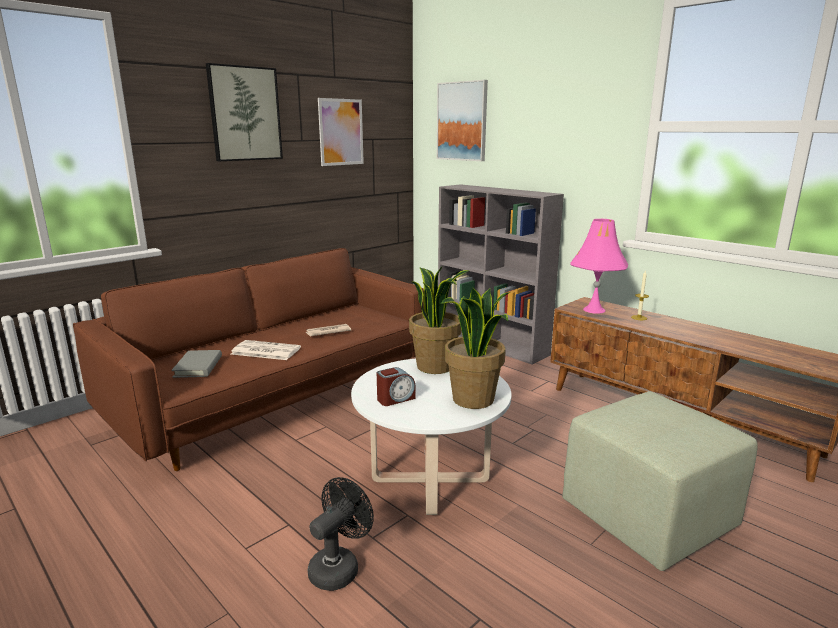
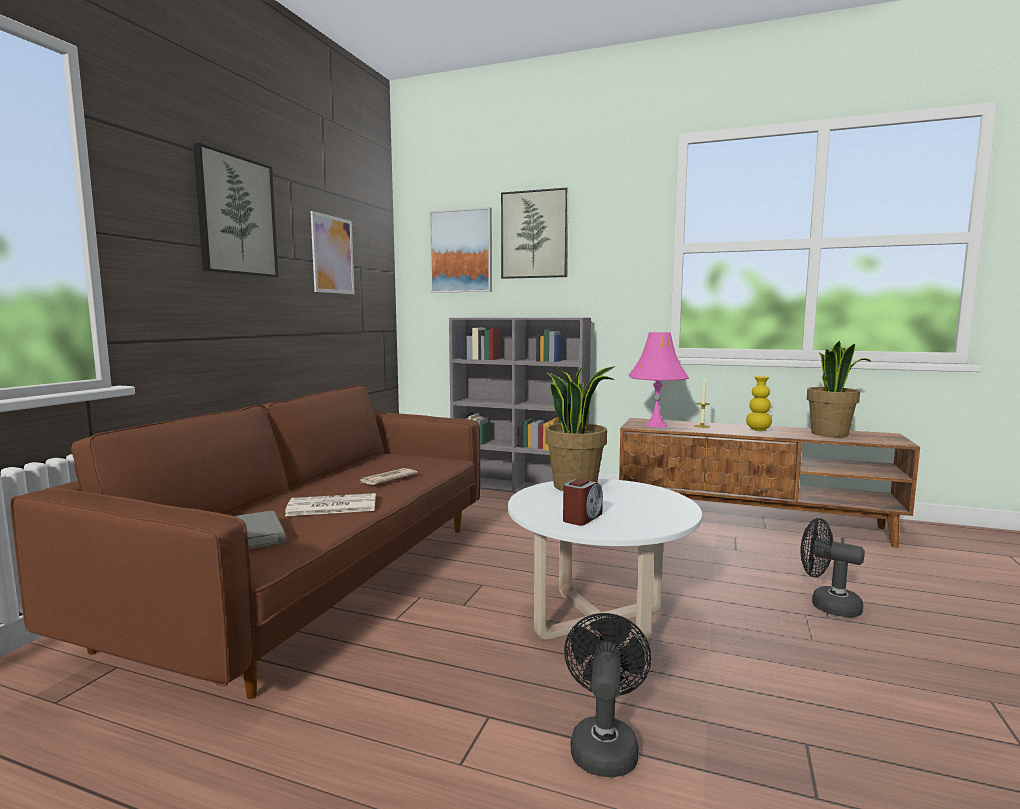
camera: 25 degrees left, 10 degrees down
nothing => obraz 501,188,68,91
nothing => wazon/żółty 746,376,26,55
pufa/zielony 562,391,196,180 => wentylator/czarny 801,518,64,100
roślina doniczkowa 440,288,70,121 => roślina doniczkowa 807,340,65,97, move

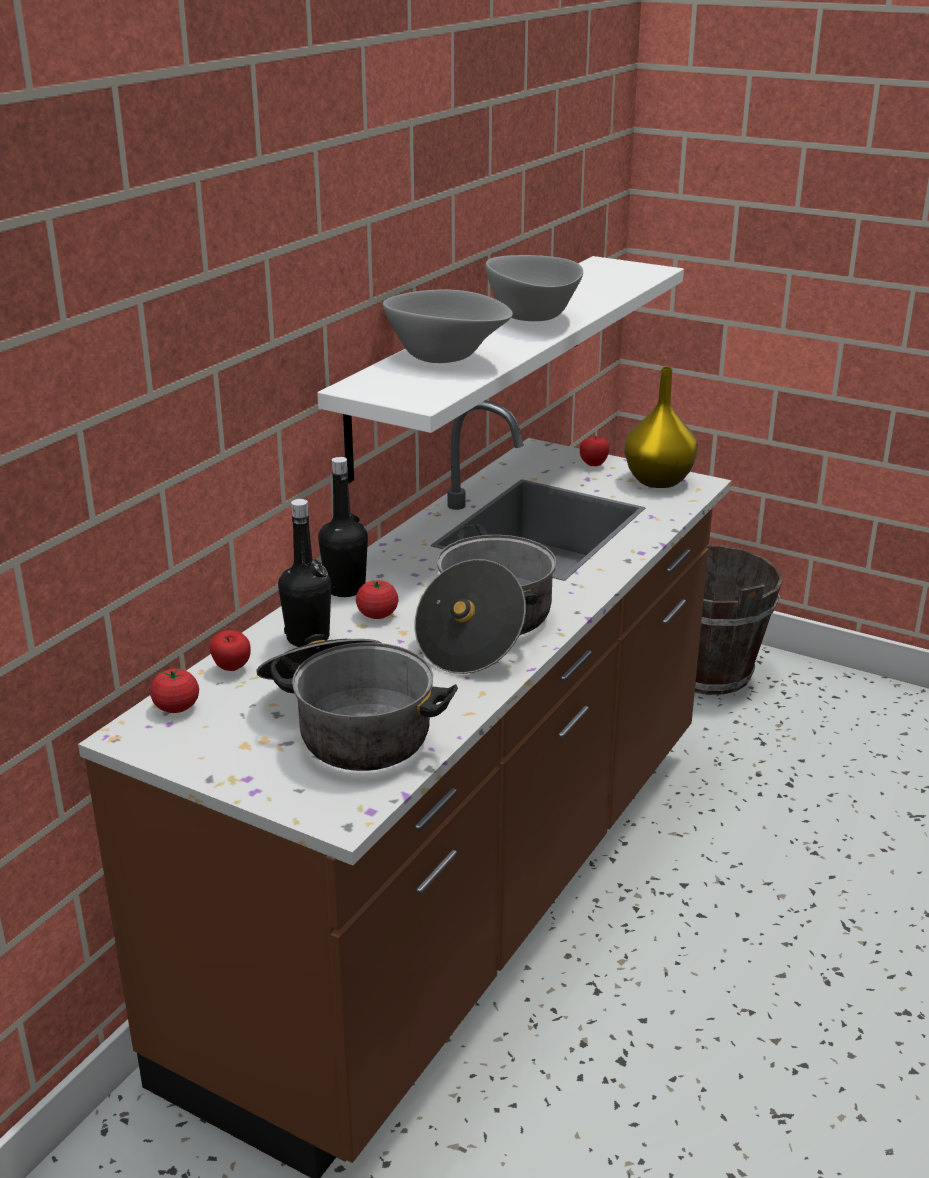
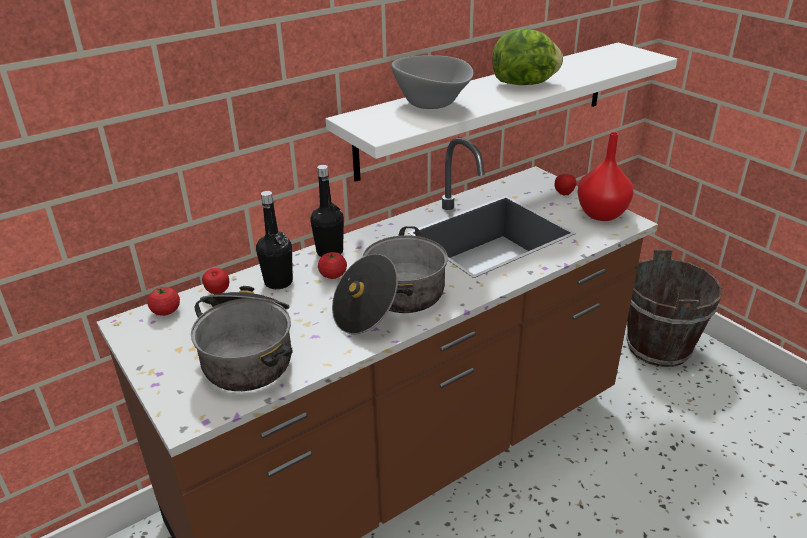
camera: 25 degrees right, 5 degrees up
miska/szary 485,255,98,66 => sałata 493,28,70,57
wazon/żółty 624,367,74,121 => wazon/czerwony 578,132,56,89

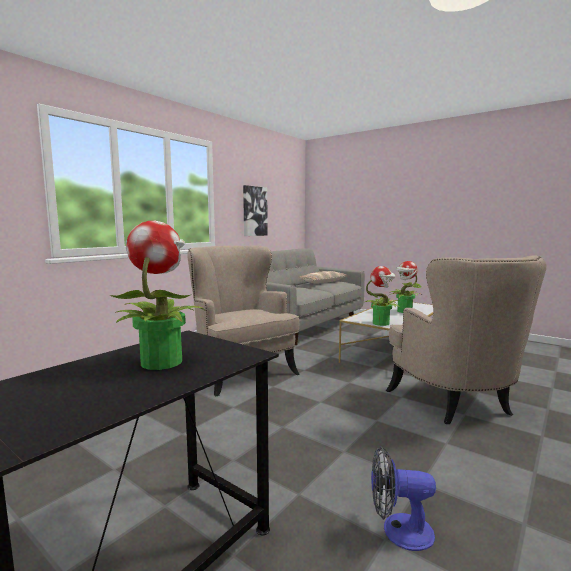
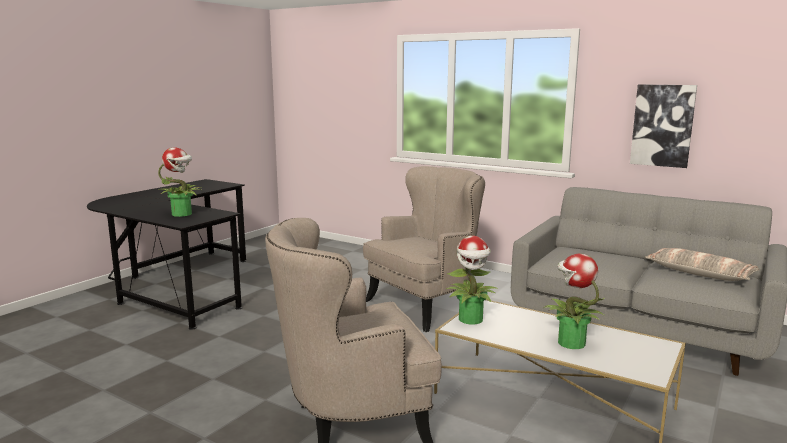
camera: 85 degrees right, 5 degrees up
wentylator 371,446,65,105 => nothing

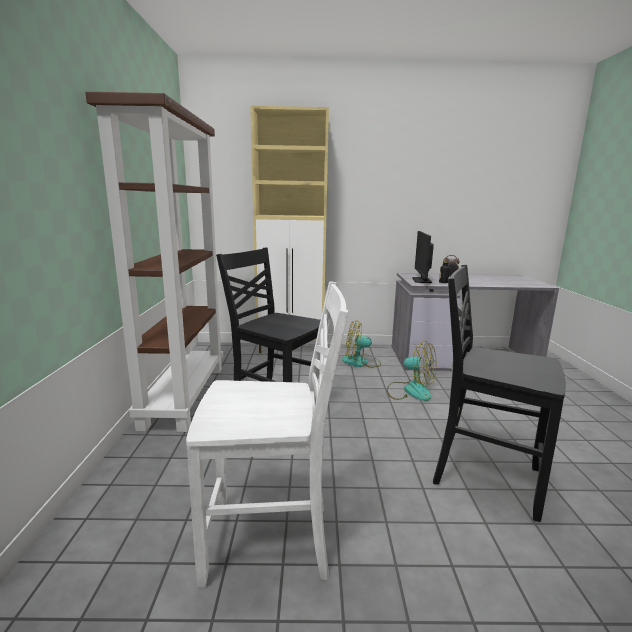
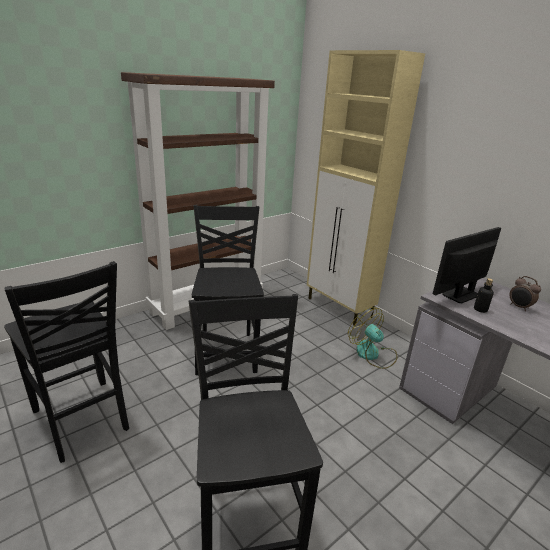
camera: 50 degrees right, 10 degrees up
krzesło/biały 186,281,162,307 => krzesło/czarny 4,261,125,202
wentylator 387,341,49,60 => nothing

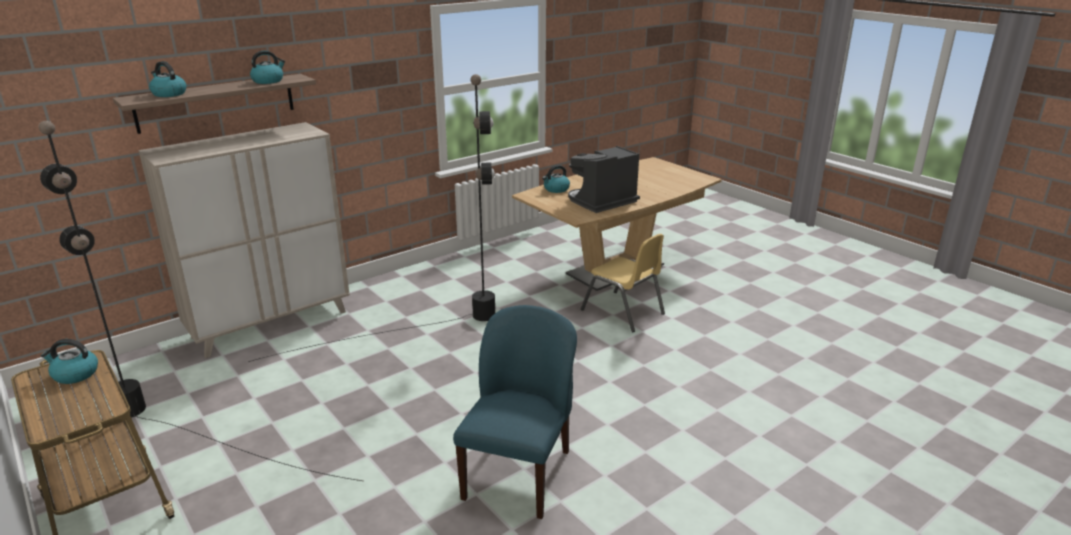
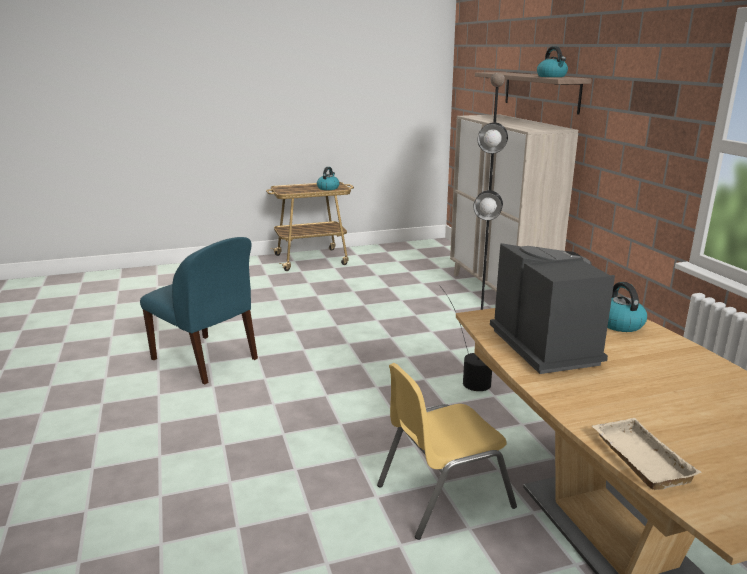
camera: 110 degrees right, 5 degrees down
nothing => taca/beżowy 592,418,110,72
lampa stojąca/czarny 39,121,324,360 => nothing
czajnik 149,61,37,36 => nothing

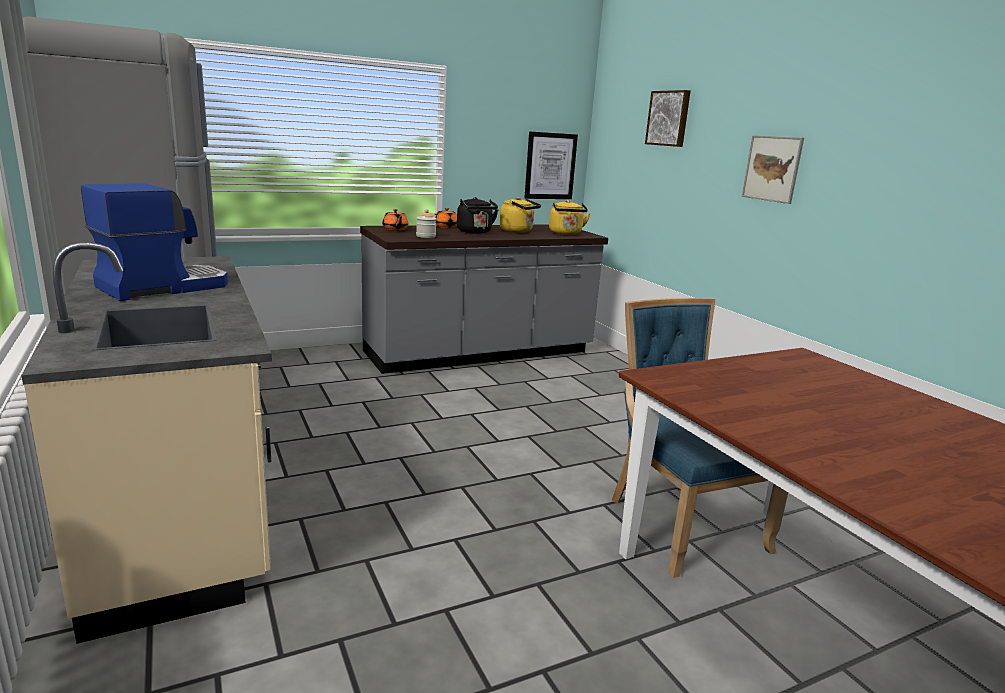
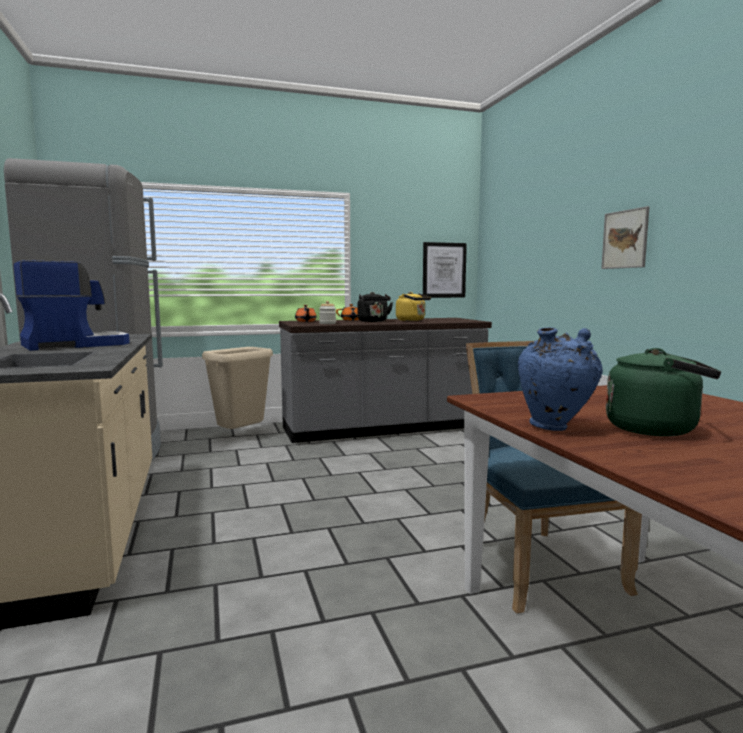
camera: 10 degrees right, 10 degrees down
nothing => kosz na śmieci/beżowy 202,347,71,82
nothing => wazon/niebieski 518,327,85,104
nothing => czajnik/zielony 606,348,115,88
czajnik/żółty 549,200,41,35 => nothing
obraz 645,90,46,57 => nothing

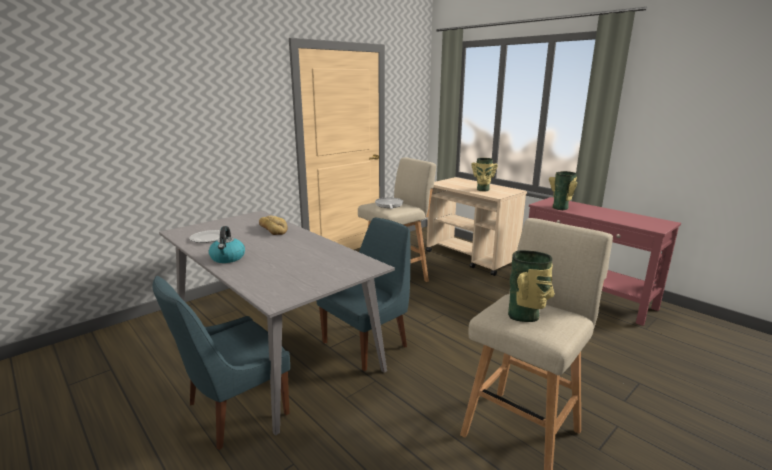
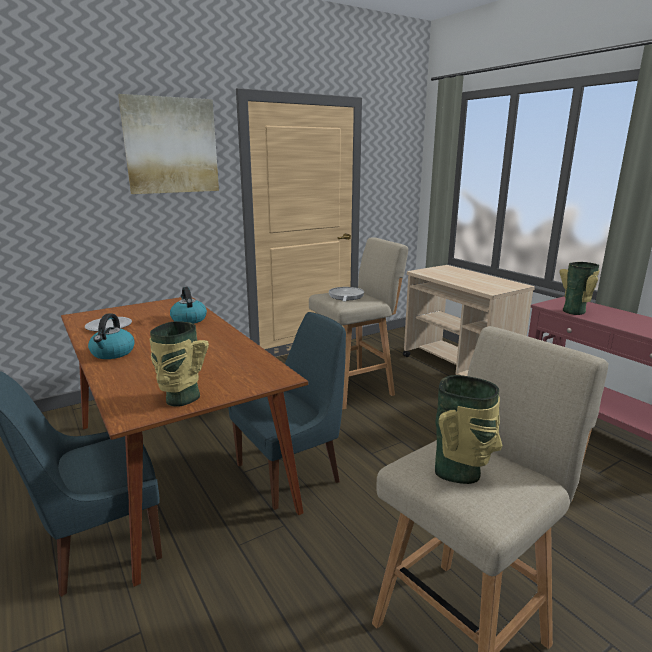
camera: 10 degrees right, 0 degrees up
stół jadalny/szary 159,211,236,225 => stół jadalny/brązowy 61,297,247,290
nothing => obraz 118,94,101,100
wazon 471,158,27,33 => wazon 150,321,59,86, move
chleb 259,215,29,20 => czajnik 170,287,37,37

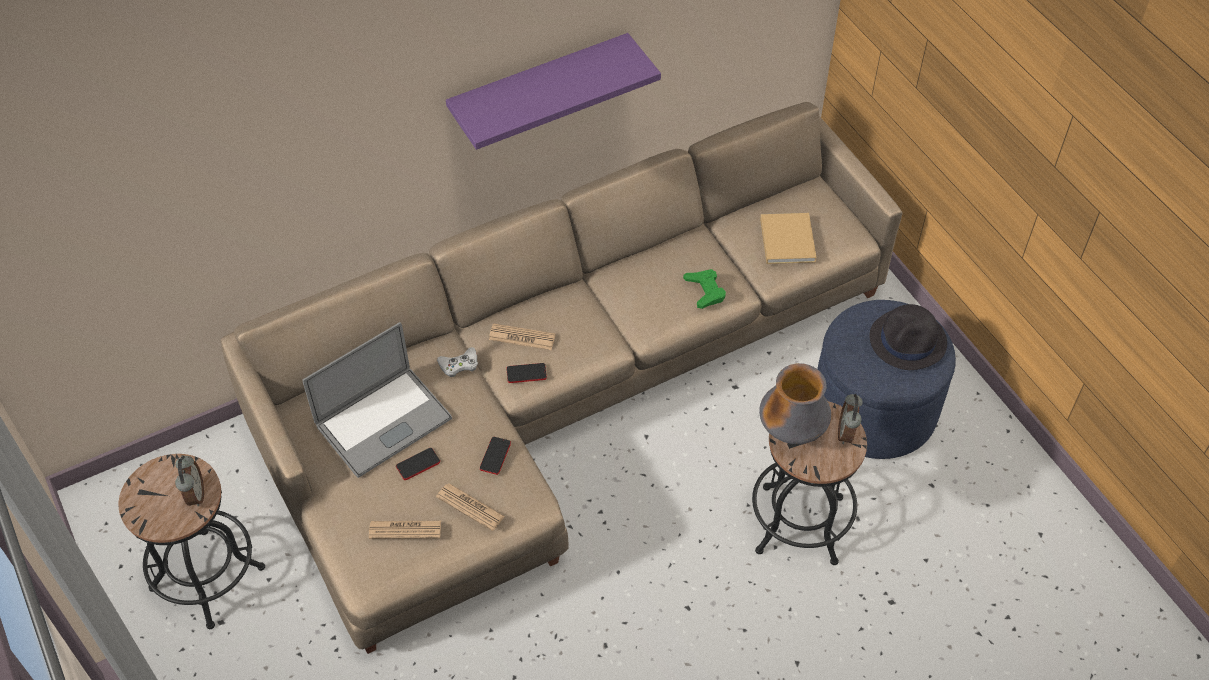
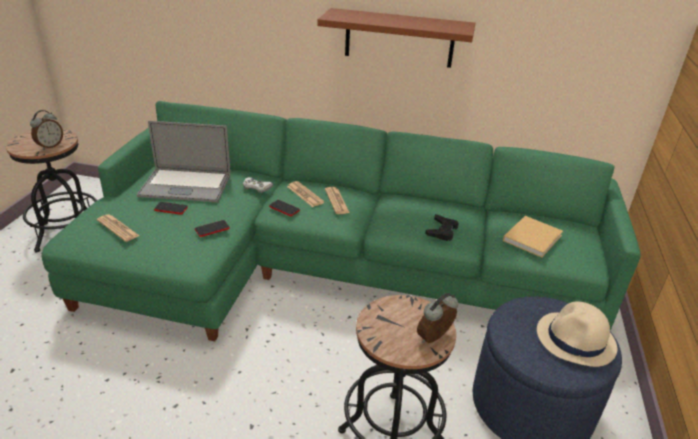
camera: 40 degrees right, 20 degrees down
kanapa/beżowy 221,102,682,552 => kanapa/zielony 42,101,599,240
półka/fioletowy 446,33,215,117 => półka/brązowy 317,8,158,60
gazeta 436,483,69,48 => gazeta 325,187,25,27, move
pad do gier/zielony 683,269,43,40 => pad do gier/czarny 425,214,34,27
kapelusz/czarny 870,304,77,66 => kapelusz/beżowy 537,301,80,66
wazon 759,363,72,81 => nothing

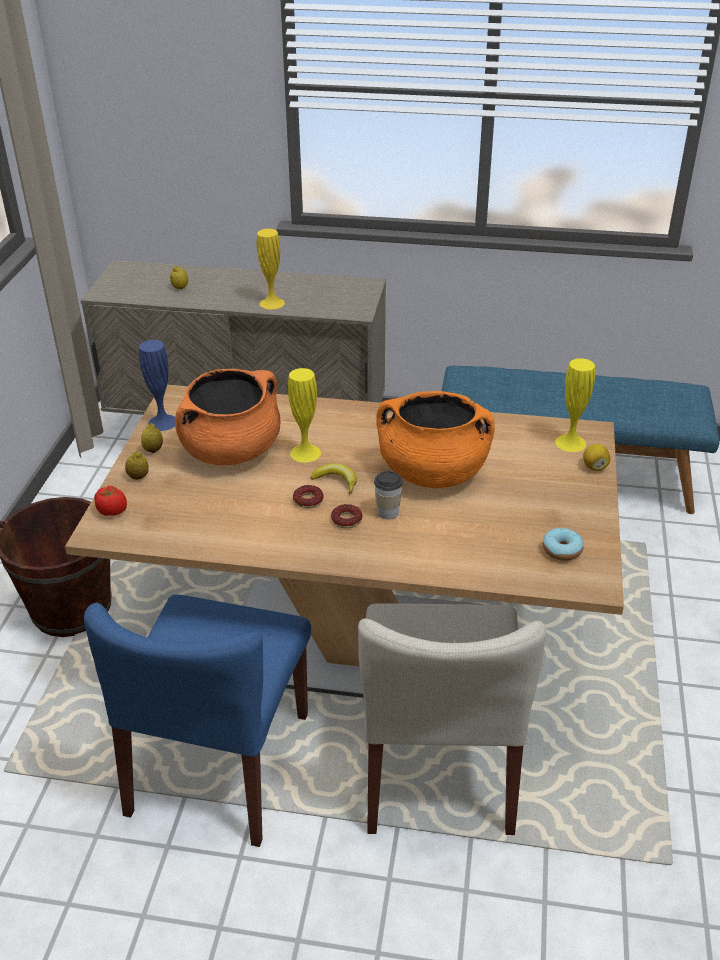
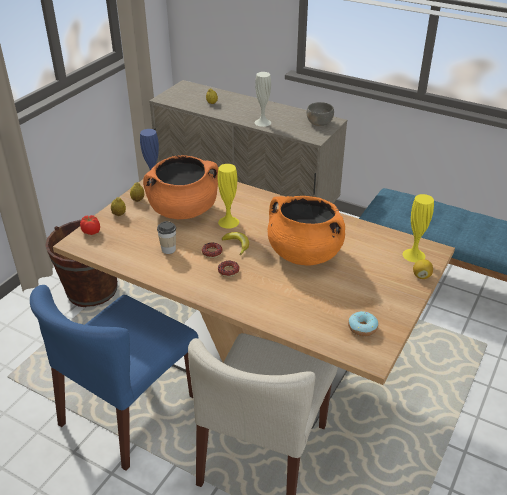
camera: 20 degrees right, 0 degrees up
filiżanka 374,471,29,48 => filiżanka 157,221,19,33, move
wazon/żółty 257,229,28,80 => wazon/biały 254,72,17,55
nothing => miska/szary 306,102,28,24

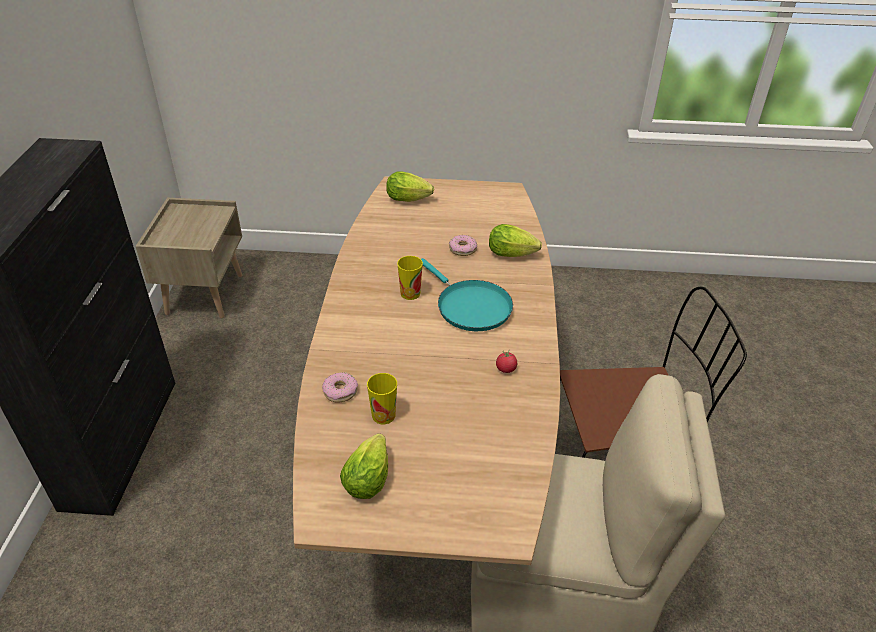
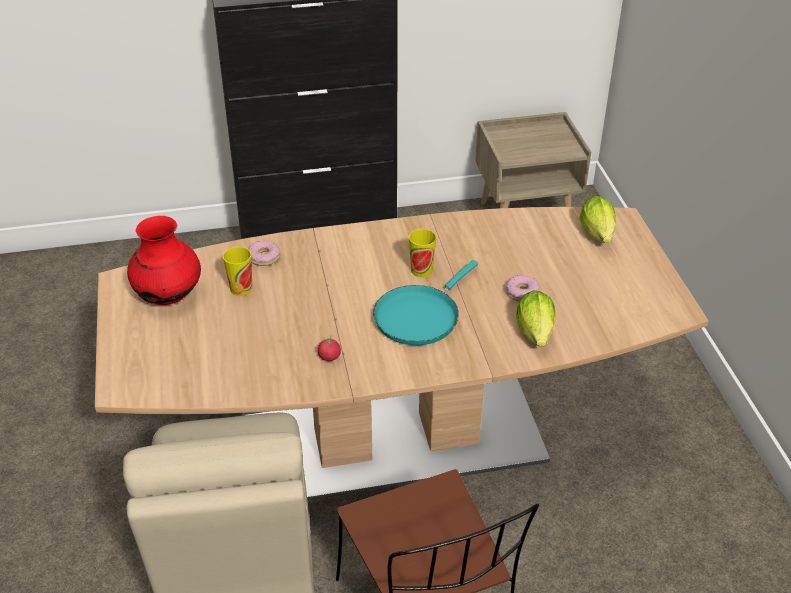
camera: 75 degrees right, 0 degrees up
sałata 340,433,48,66 => wazon/czerwony 127,216,74,89

